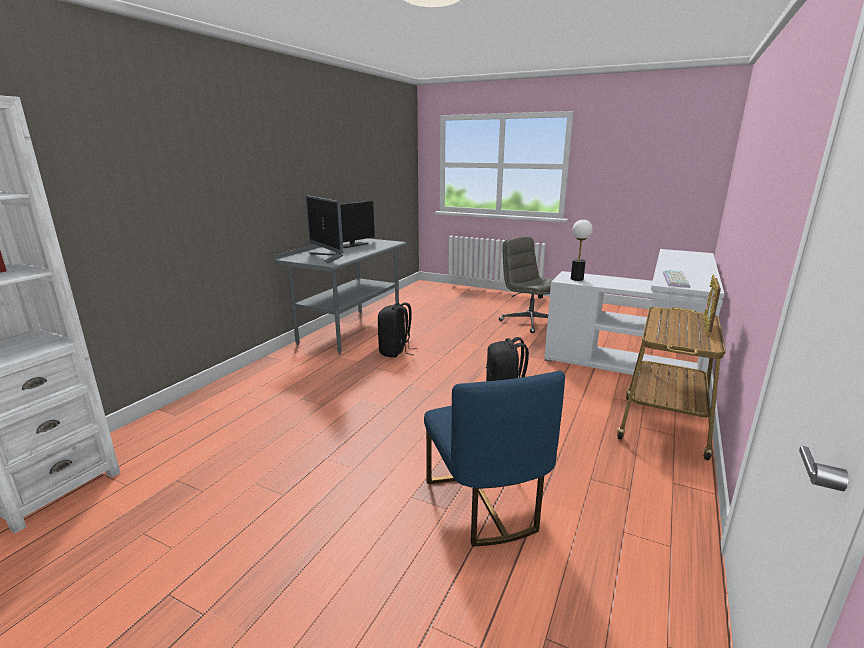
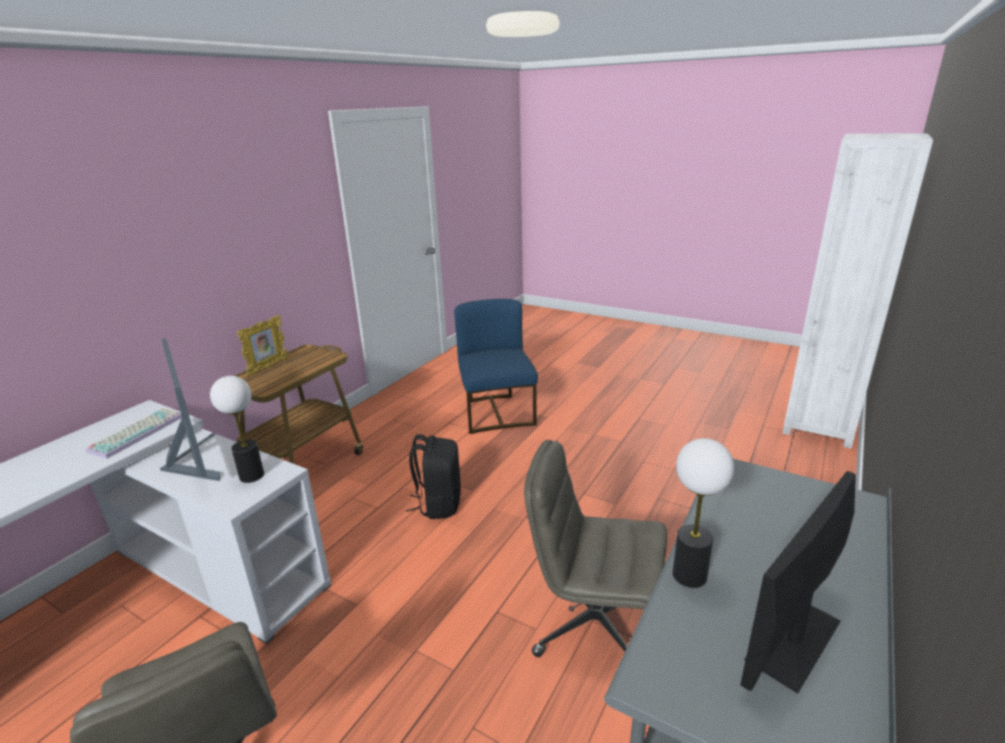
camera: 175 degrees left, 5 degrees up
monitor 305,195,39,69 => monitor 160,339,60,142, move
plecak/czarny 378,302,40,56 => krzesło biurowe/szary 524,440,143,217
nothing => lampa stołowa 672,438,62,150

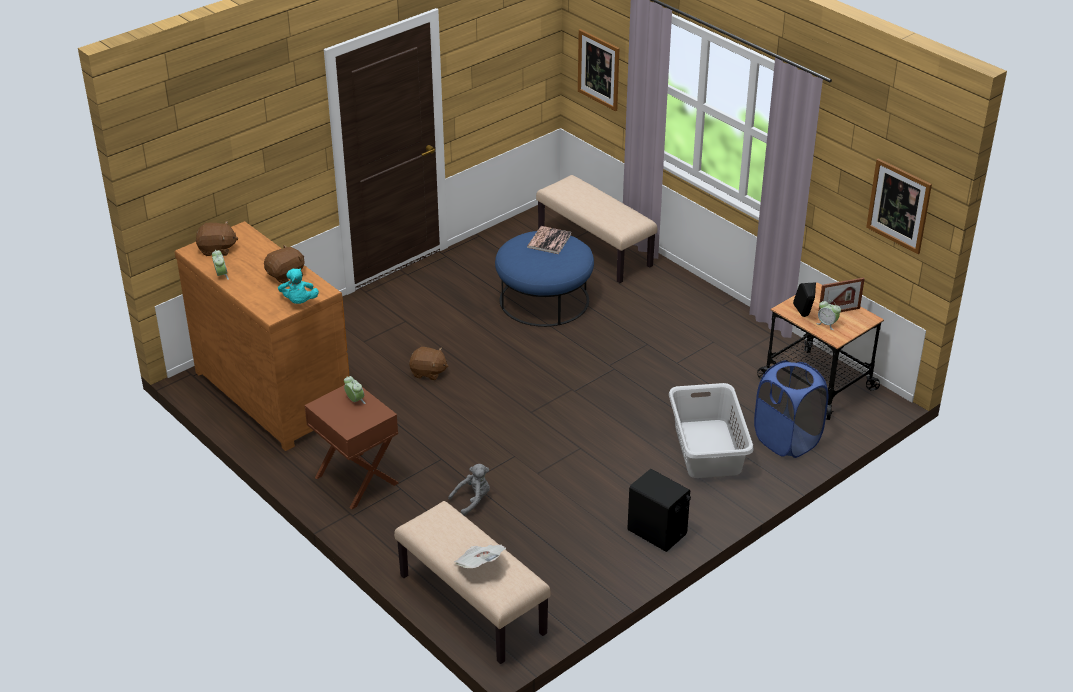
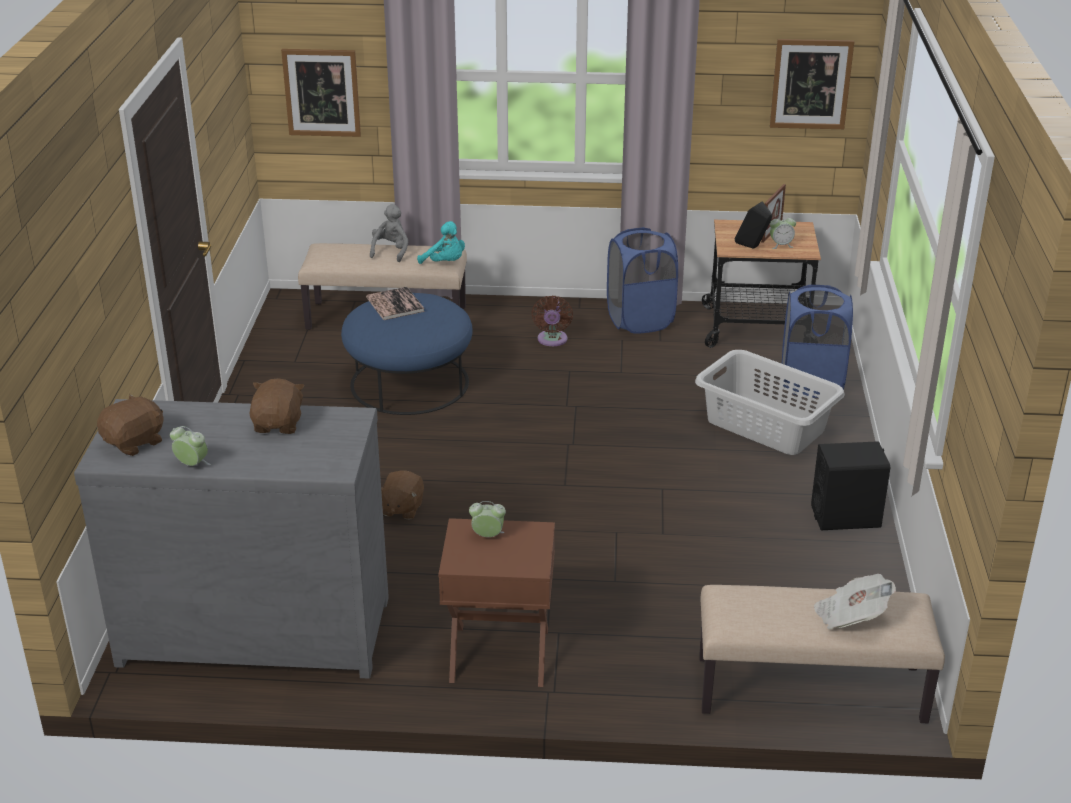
camera: 45 degrees left, 5 degrees down
komoda/brązowy 175,221,174,230 => komoda/szary 74,399,315,280
pluszak/szary 448,464,42,52 => pluszak/szary 370,204,39,58, move
pluszak/brązowy 409,347,39,33 => pluszak/brązowy 381,471,43,49, 135 degrees clockwise
pluszak/turkusowy 278,268,41,36 => pluszak/turkusowy 417,221,48,43, move
nothing => wentylator/brązowy 531,295,42,51
nothing => kosz na pranie/niebieski 607,227,71,107

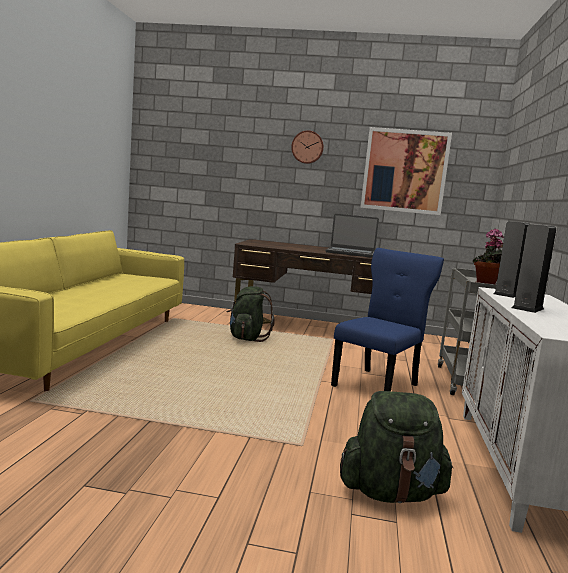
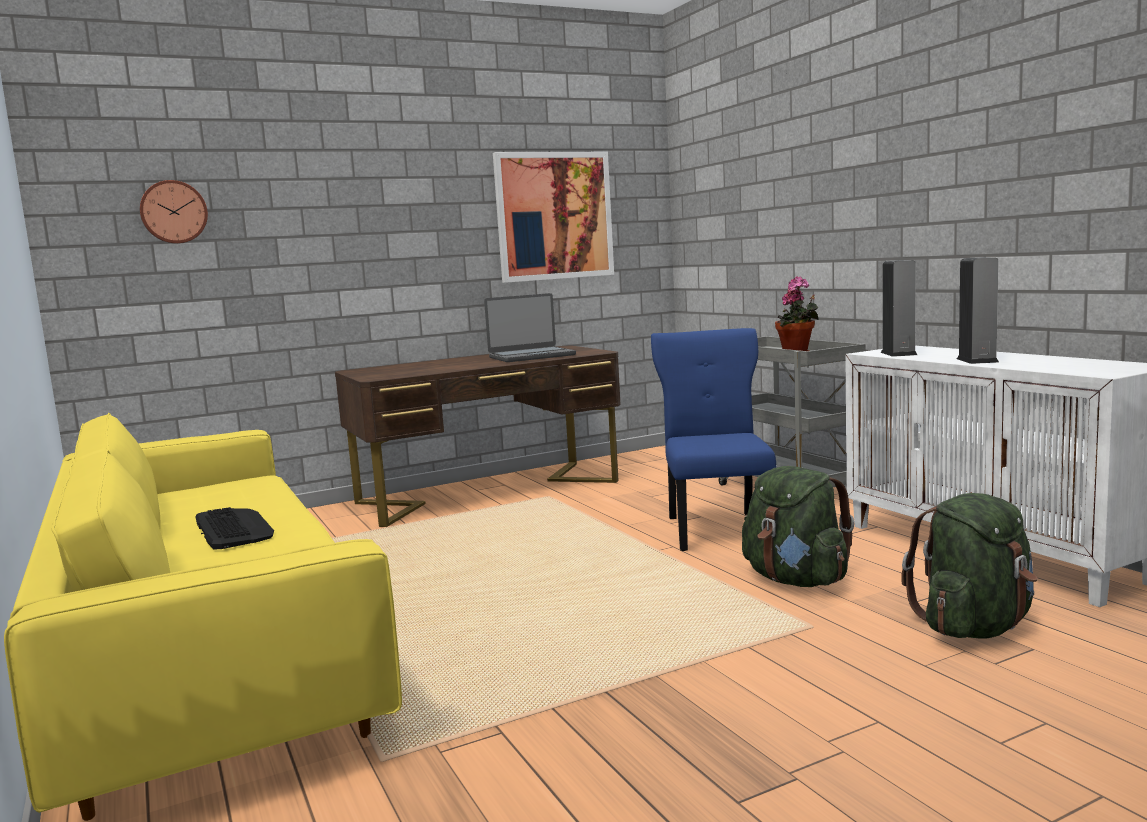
camera: 35 degrees left, 0 degrees up
zegar ścienny 291,130,33,34 => zegar ścienny 140,180,68,64, move
nothing => klawiatura 195,507,79,43
plecak/zielony 226,286,49,56 => plecak/zielony 742,466,112,121, move

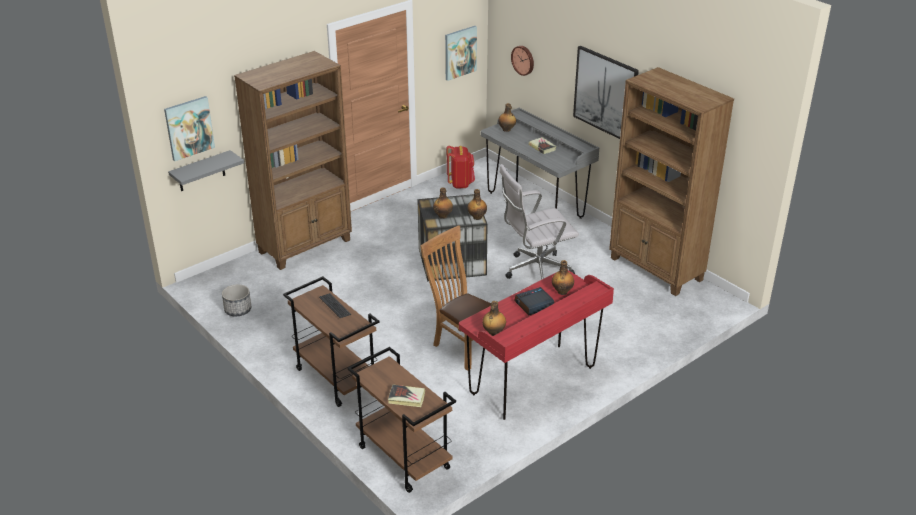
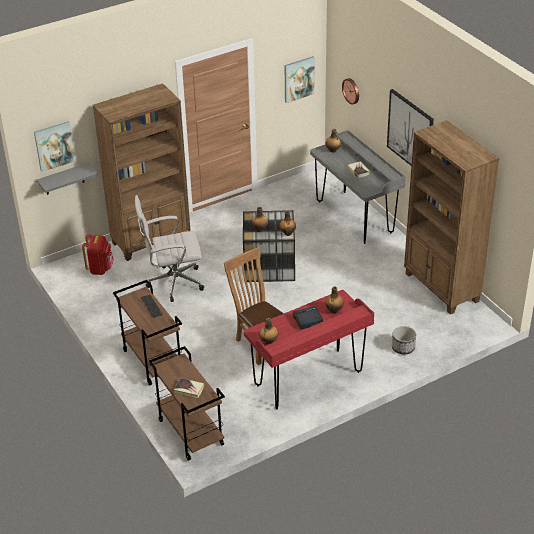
camera: 10 degrees right, 5 degrees up
plecak/czerwony 447,146,28,43 => plecak/czerwony 82,234,32,41, move
krzesło biurowe/biały 499,164,80,115 => krzesło biurowe/biały 135,195,69,107, move
donica 222,284,30,32 => donica 392,326,24,29, move

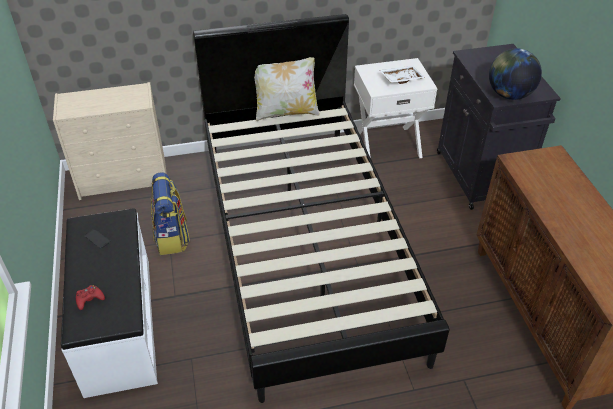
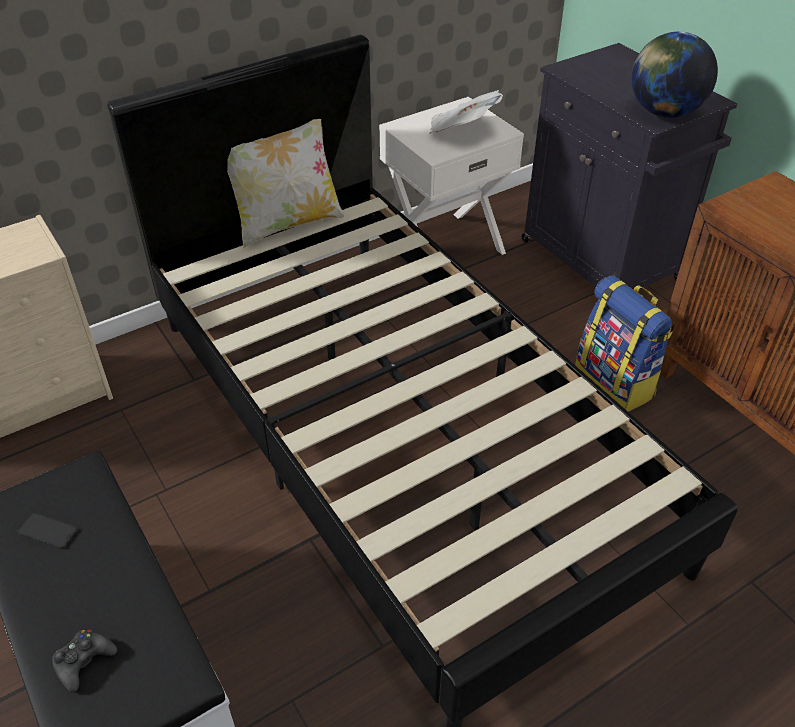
camera: 20 degrees left, 0 degrees up
pad do gier/czerwony 76,285,29,25 => pad do gier/czarny 52,630,65,62
taca/biały 379,65,46,19 => gazeta 429,90,74,44
plecak 151,172,39,83 => plecak 575,275,98,136, move

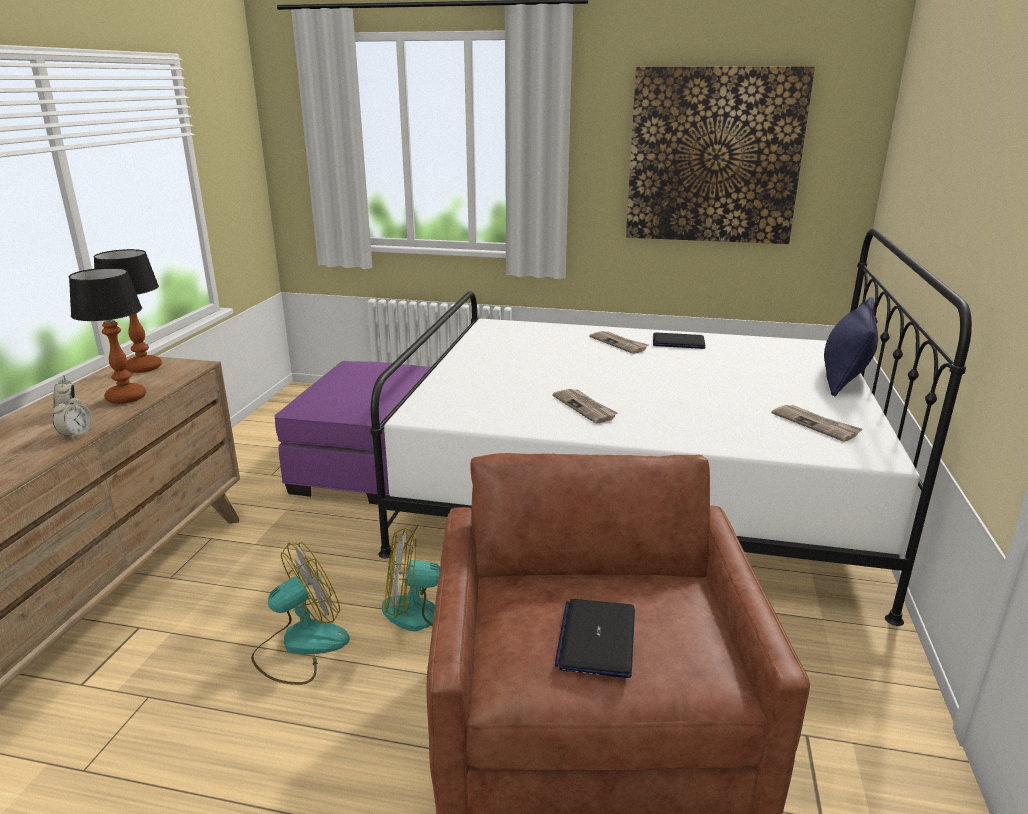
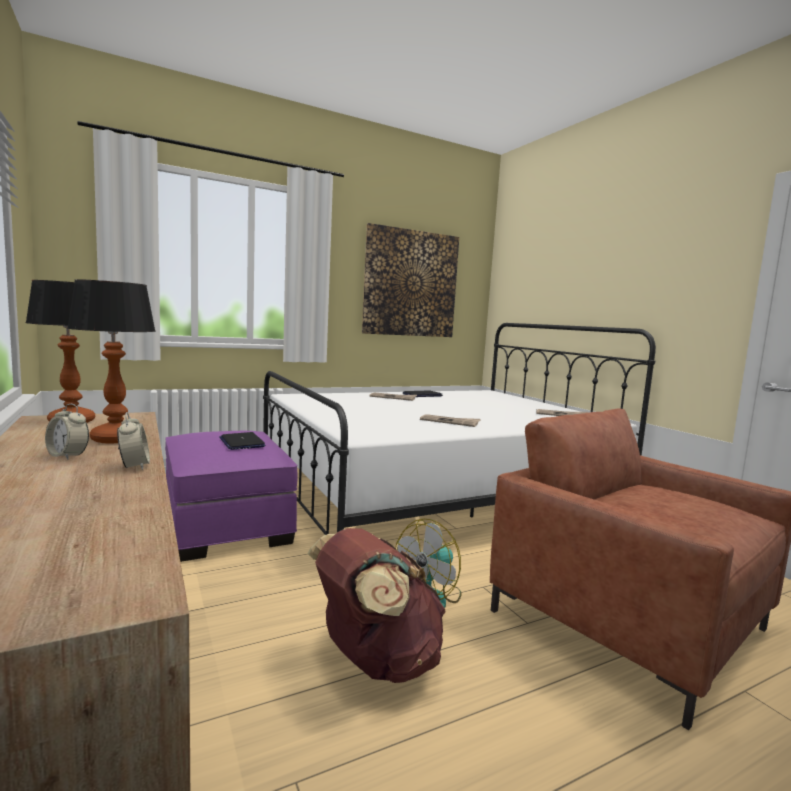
camera: 40 degrees left, 15 degrees down
laptop 554,599,81,79 => laptop 219,432,46,18, move
wentylator 251,542,98,143 => plecak/brązowy 308,528,138,155
poduszka/niebieski 824,297,54,99 => nothing

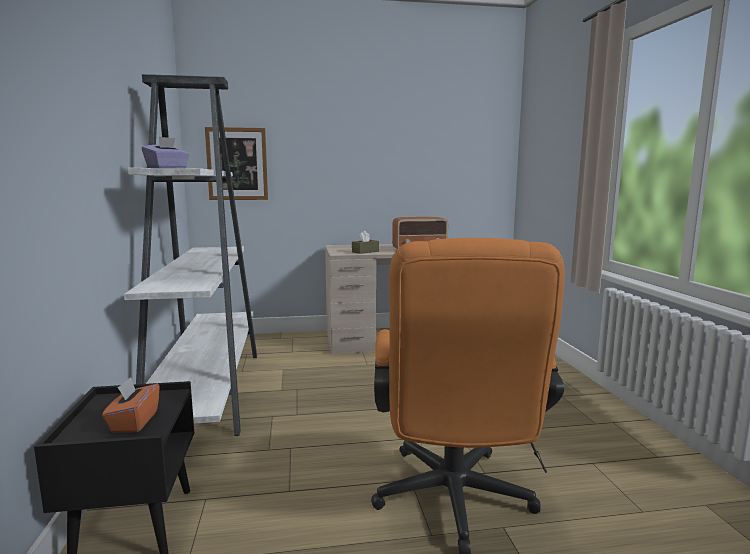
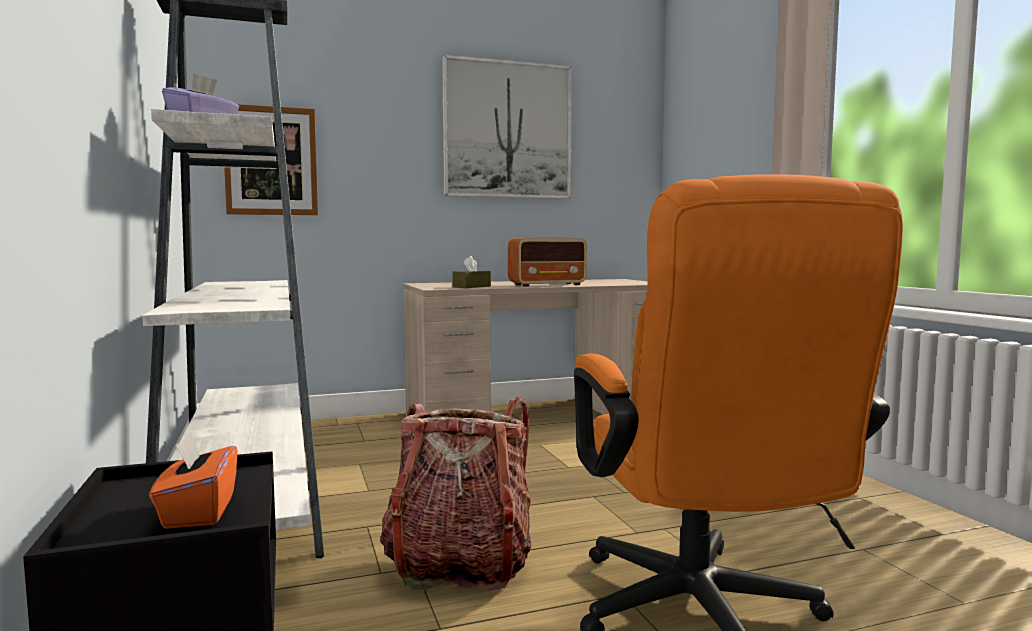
camera: 10 degrees left, 5 degrees down
nothing => plecak 380,397,151,193
nothing => obraz 442,55,130,144

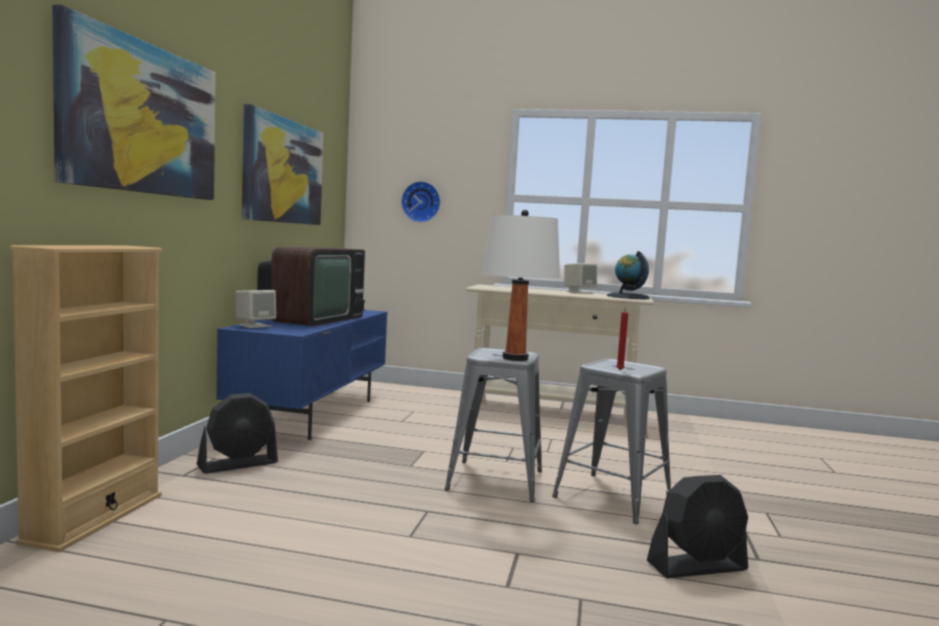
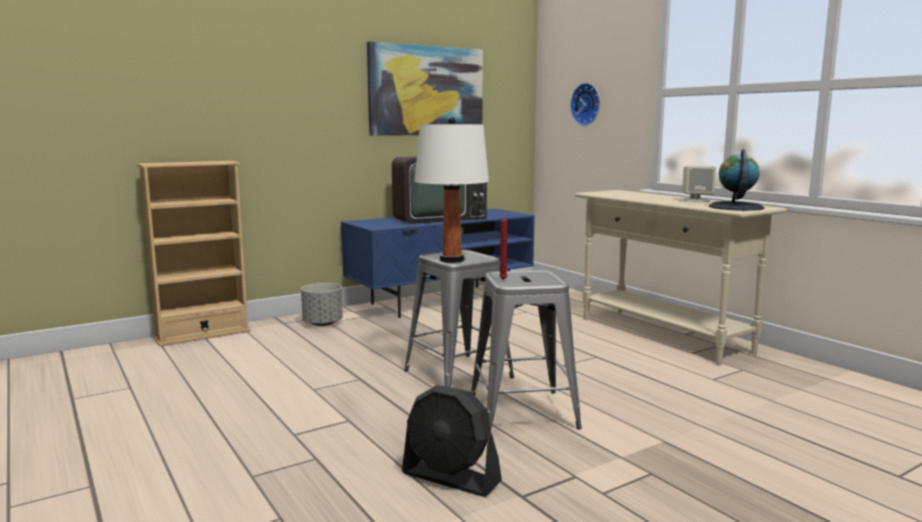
camera: 45 degrees right, 5 degrees up
wentylator/czarny 197,393,81,81 => donica/szary 301,283,42,43
obraz 52,4,164,196 => nothing
głośnik/beżowy 235,290,41,38 => nothing

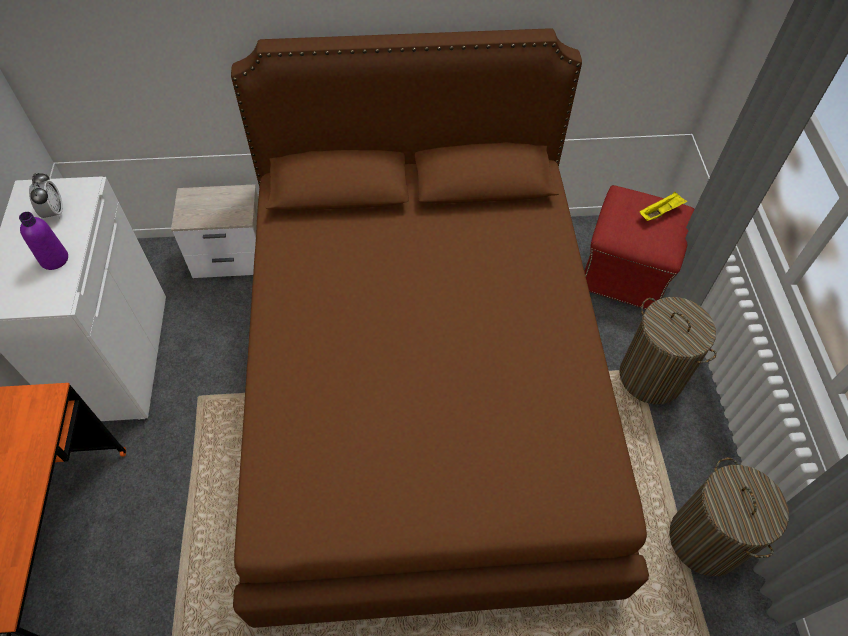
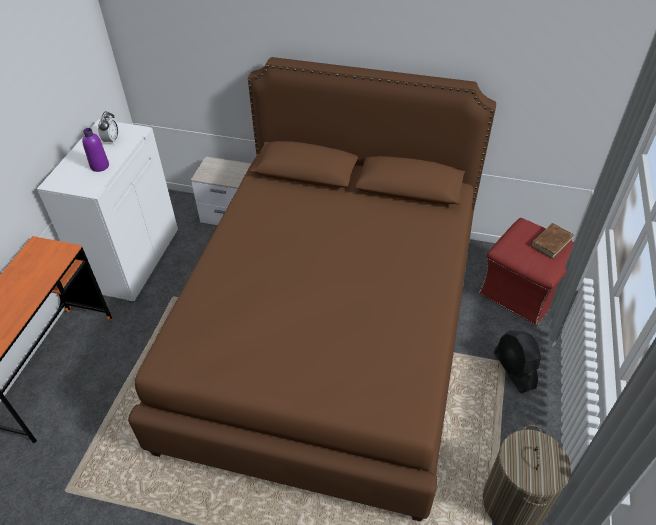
camera: 20 degrees right, 10 degrees down
kosz na pranie 619,297,98,107 => wentylator/czarny 494,330,47,63
taca/żółty 640,192,48,29 => książka/brązowy 531,223,43,36

